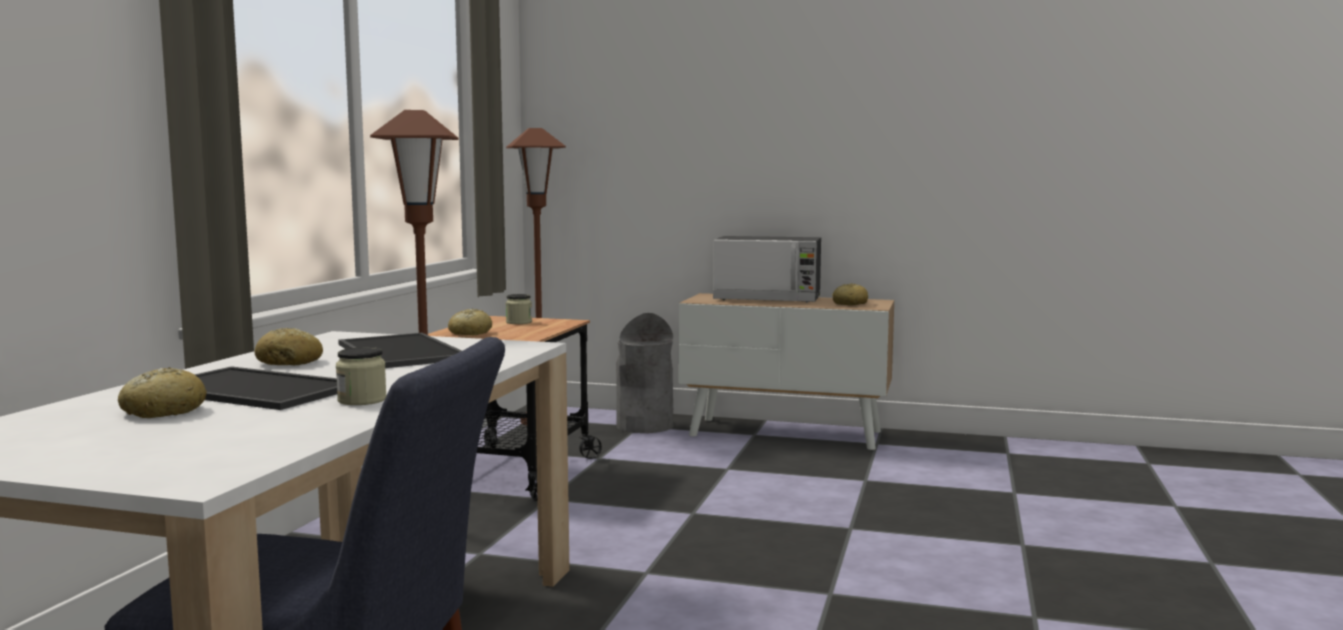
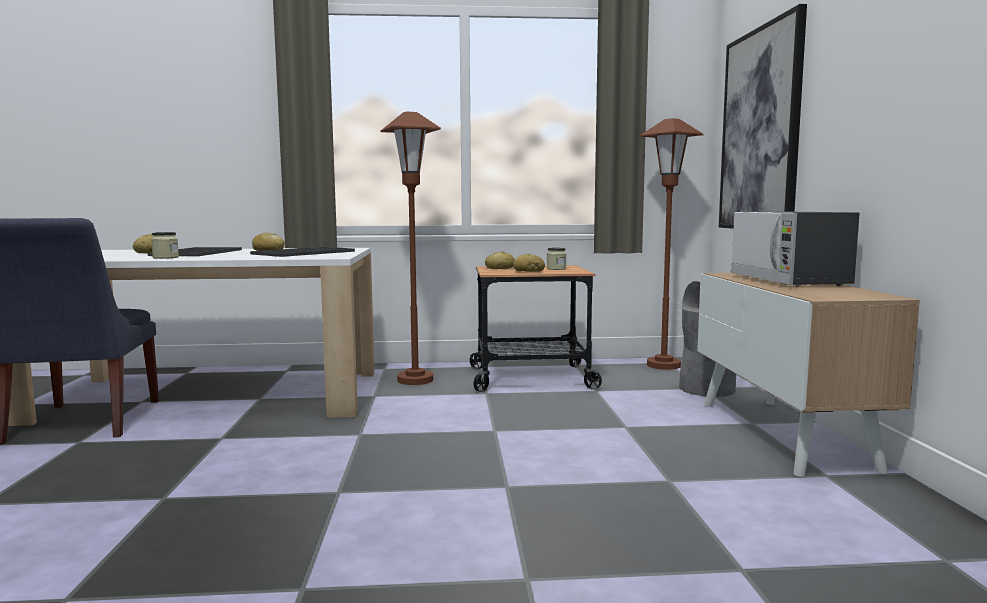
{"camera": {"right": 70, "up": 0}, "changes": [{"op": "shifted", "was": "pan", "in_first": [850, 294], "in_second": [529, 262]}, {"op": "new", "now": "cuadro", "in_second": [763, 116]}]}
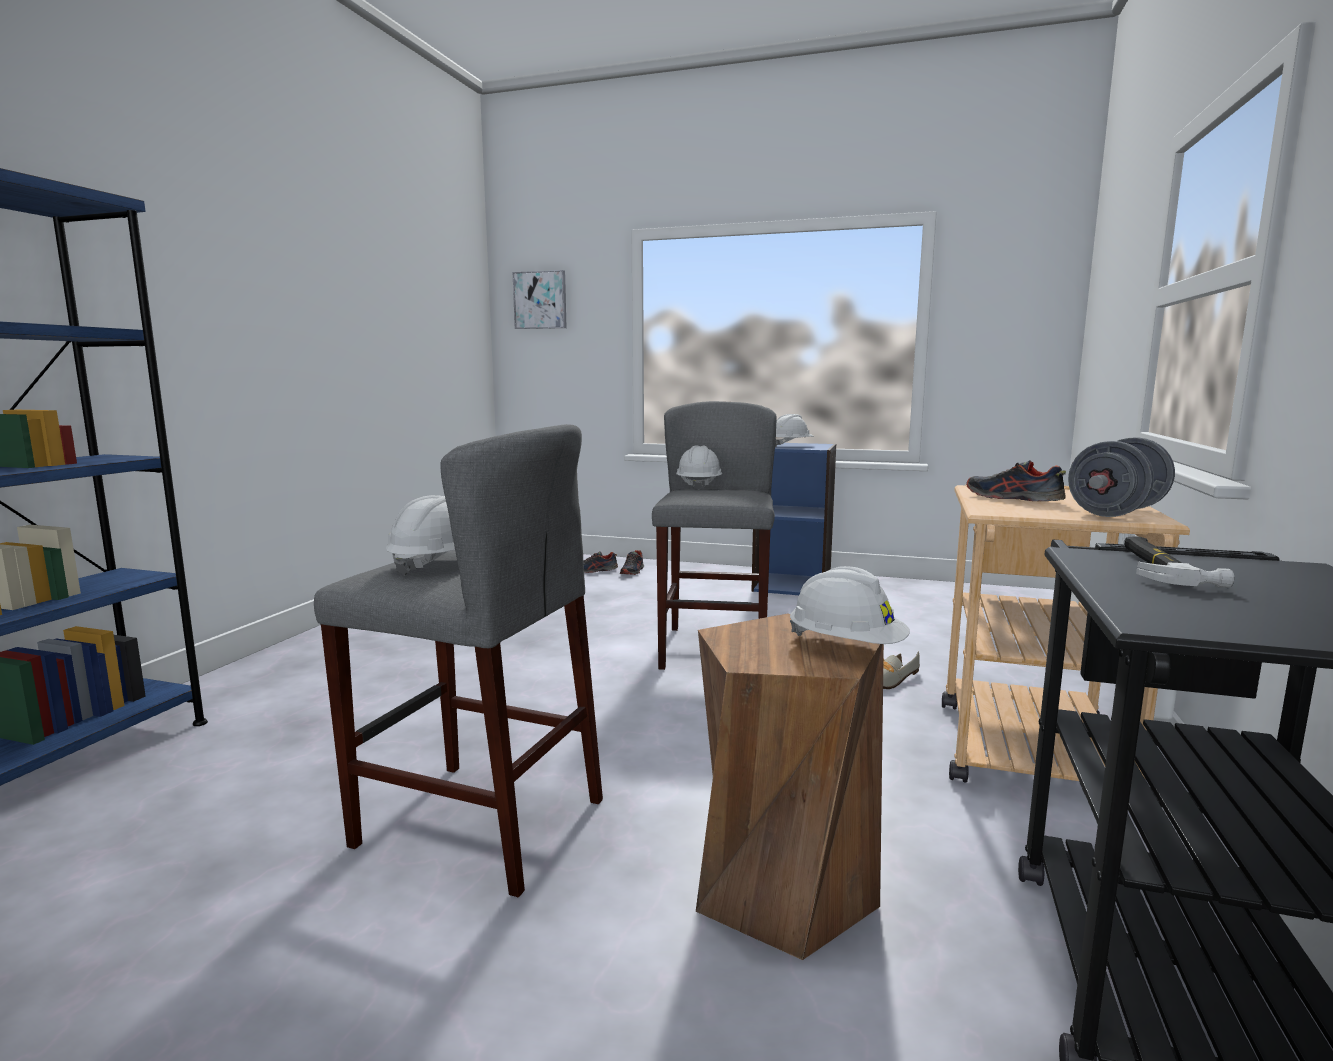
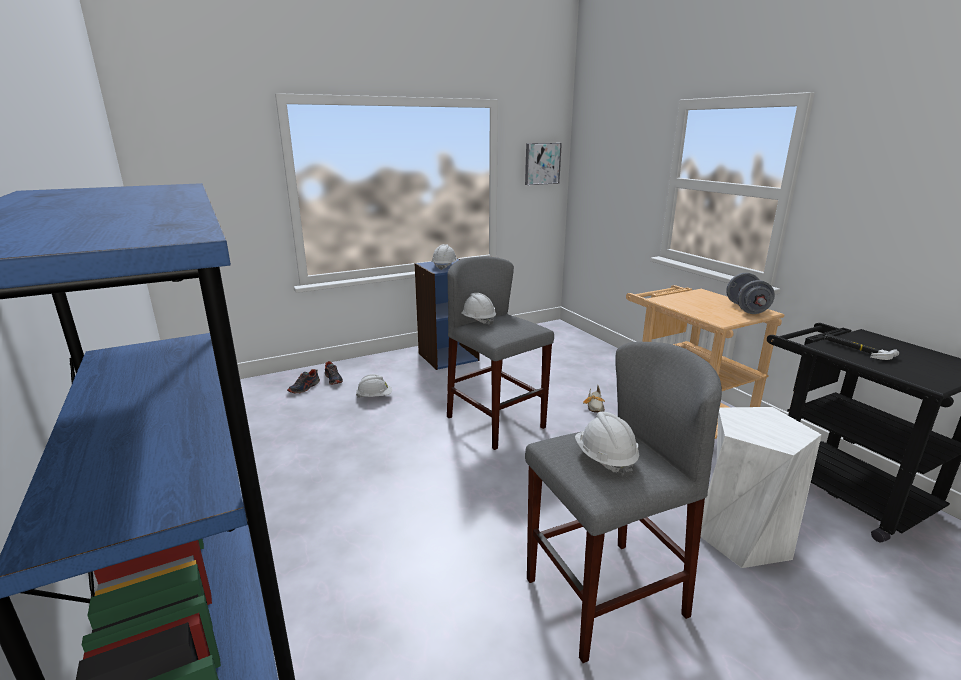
{"camera": {"right": -45, "up": 10}, "changes": [{"op": "shifted", "was": "cuadro", "in_first": [540, 299], "in_second": [543, 164]}, {"op": "gone", "was": "zapato", "in_first": [1016, 480]}, {"op": "shifted", "was": "casco [blanco]", "in_first": [850, 605], "in_second": [374, 386]}, {"op": "repainted", "was": "taburete [marrón]", "now": "taburete [blanco]", "in_first": [790, 787], "in_second": [761, 487]}]}
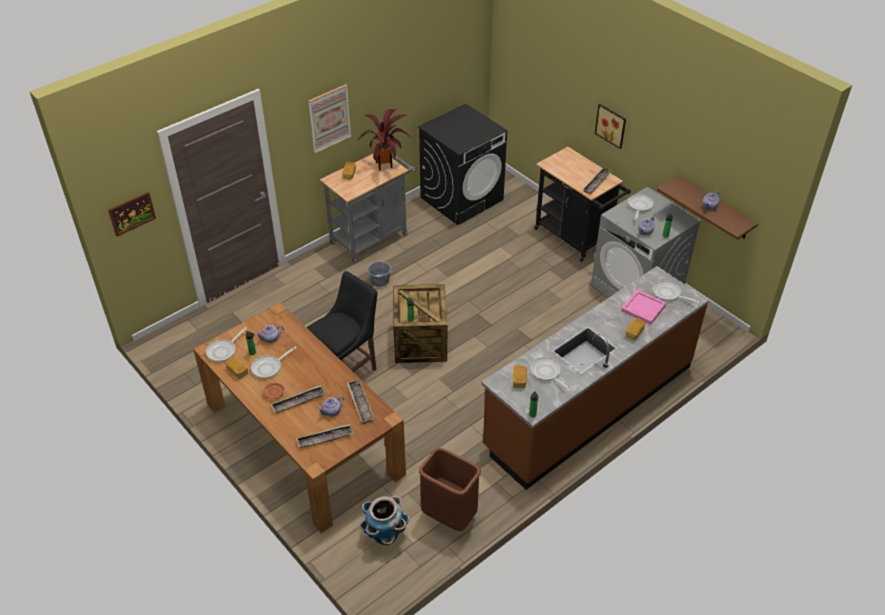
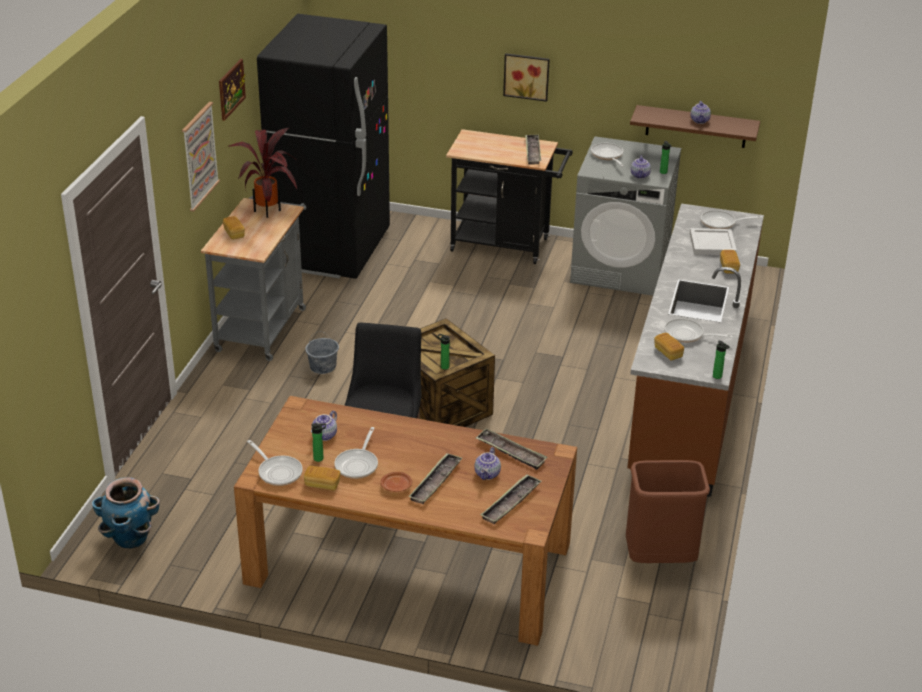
{"camera": {"right": -35, "up": -10}, "changes": [{"op": "swapped", "was": "lavadora [negro]", "now": "nevera [negro]", "in_first": [462, 164], "in_second": [323, 146]}, {"op": "shifted", "was": "cuadro", "in_first": [132, 214], "in_second": [232, 90]}, {"op": "repainted", "was": "bandeja [rosa]", "now": "bandeja [blanco]", "in_first": [643, 307], "in_second": [713, 241]}, {"op": "rotated", "was": "sartén", "in_first": [226, 344], "in_second": [275, 463], "clockwise": -45}, {"op": "shifted", "was": "maceta", "in_first": [384, 520], "in_second": [126, 512]}]}
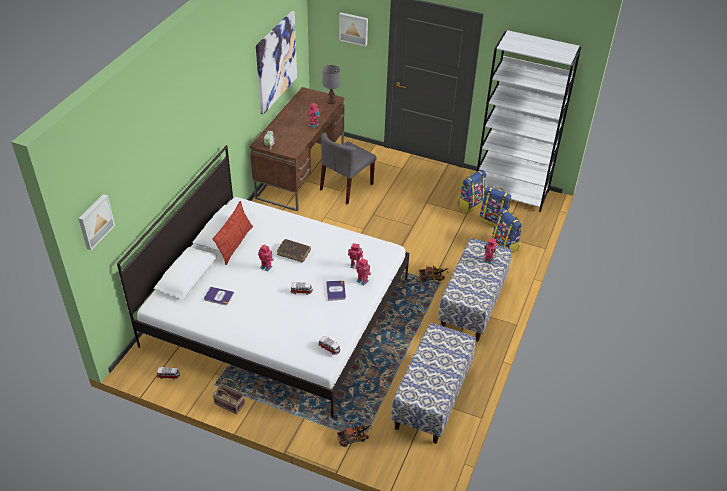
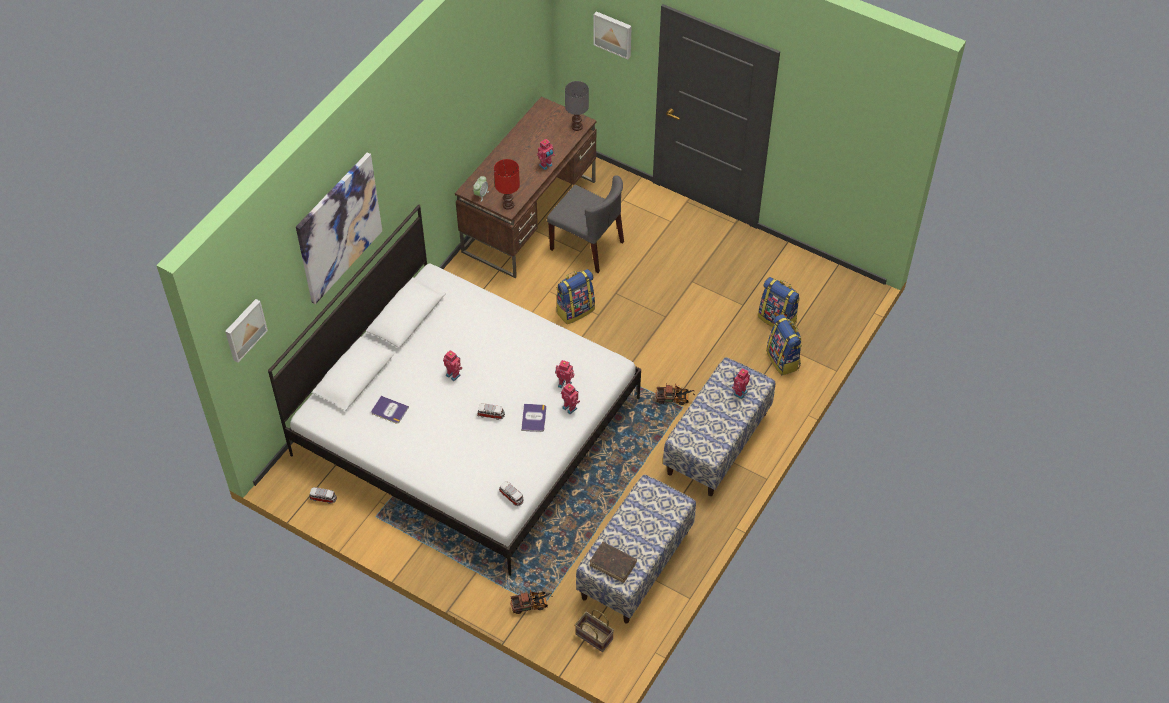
{"camera": {"right": 10, "up": 10}, "changes": [{"op": "shifted", "was": "cuadro", "in_first": [276, 63], "in_second": [339, 228]}, {"op": "gone", "was": "estantería [blanco]", "in_first": [529, 121]}, {"op": "rotated", "was": "silla [gris]", "in_first": [348, 168], "in_second": [585, 224], "clockwise": -105}, {"op": "shifted", "was": "mochila", "in_first": [472, 191], "in_second": [575, 296]}, {"op": "gone", "was": "cojín", "in_first": [233, 233]}, {"op": "shifted", "was": "libro [marrón]", "in_first": [294, 250], "in_second": [613, 562]}, {"op": "shifted", "was": "cesta", "in_first": [228, 396], "in_second": [594, 630]}, {"op": "new", "now": "lámpara de mesa [rojo]", "in_second": [507, 184]}]}
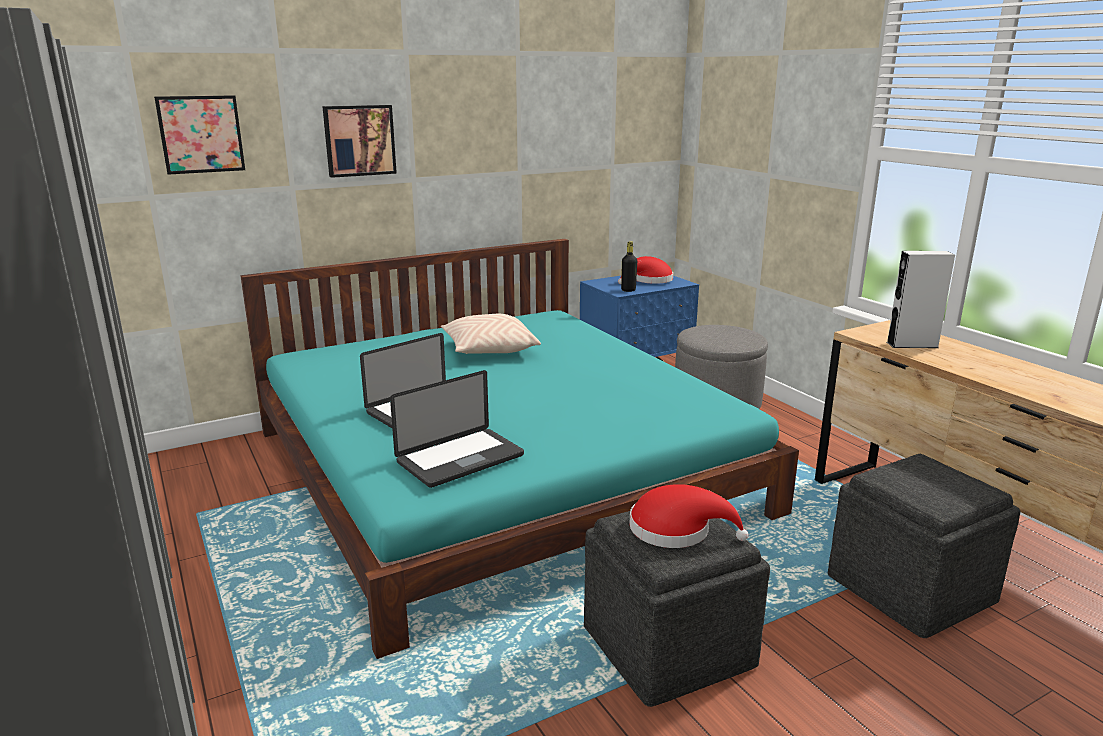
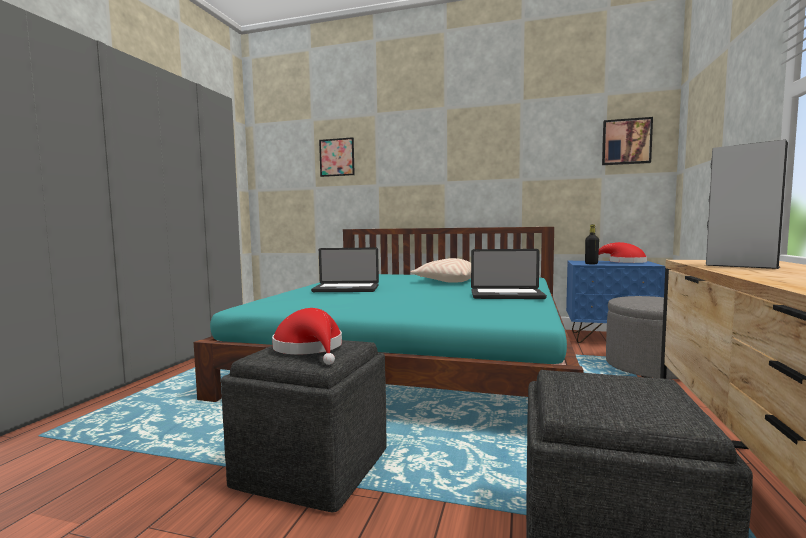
{"camera": {"right": 45, "up": -15}, "changes": [{"op": "shifted", "was": "cuadro", "in_first": [359, 141], "in_second": [627, 141]}, {"op": "shifted", "was": "portátil", "in_first": [457, 429], "in_second": [509, 274]}]}
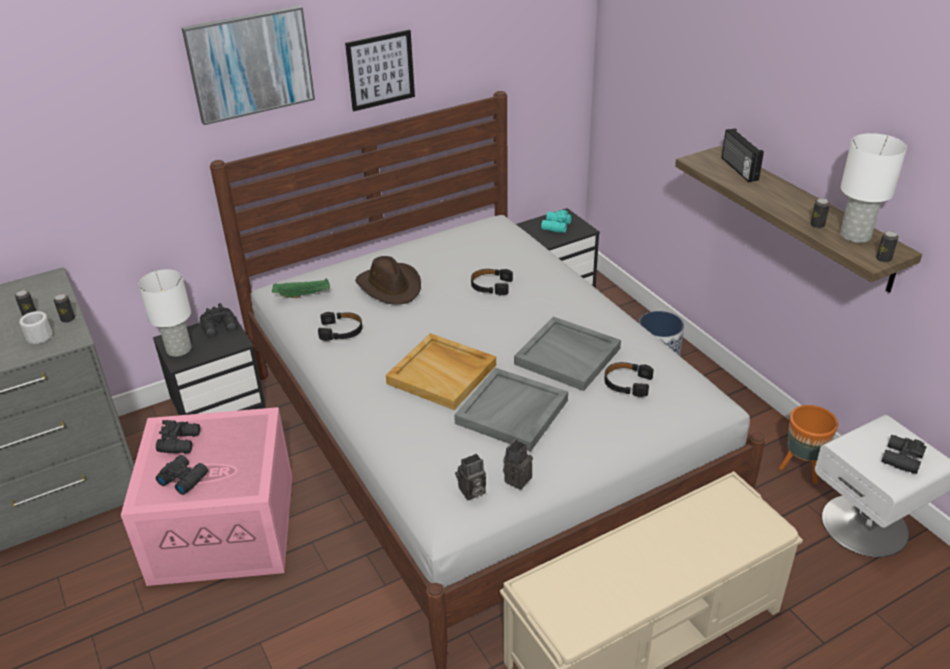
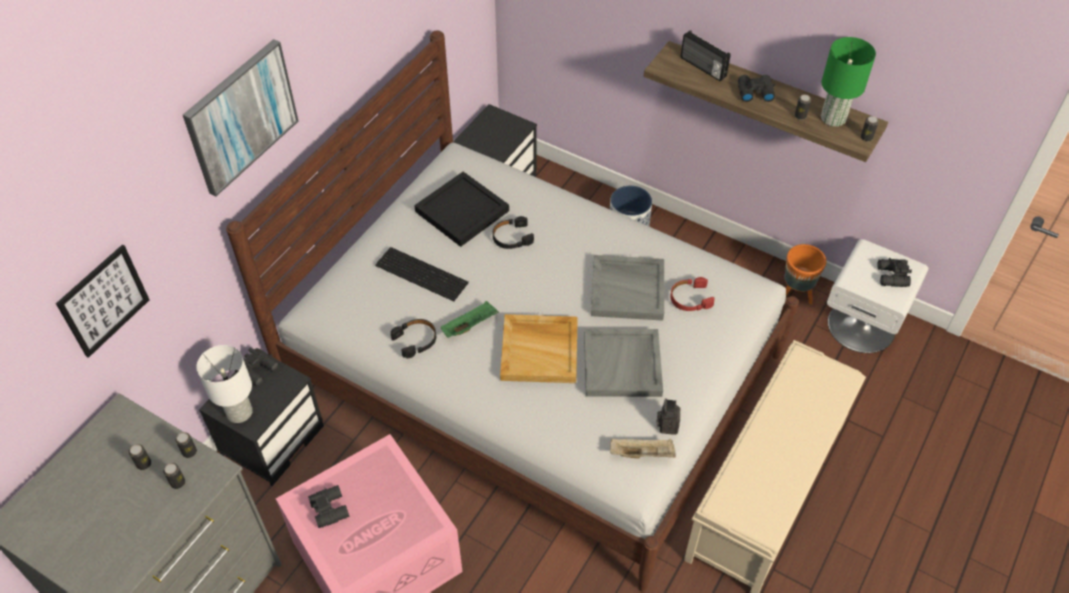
{"camera": {"right": -30, "up": 15}, "changes": [{"op": "shifted", "was": "cuadro", "in_first": [380, 70], "in_second": [102, 301]}, {"op": "repainted", "was": "lámpara de mesa [blanco]", "now": "lámpara de mesa [verde]", "in_first": [873, 188], "in_second": [848, 82]}, {"op": "gone", "was": "prismáticos [turquesa]", "in_first": [556, 221]}, {"op": "swapped", "was": "sombrero [marrón]", "now": "teclado", "in_first": [388, 280], "in_second": [422, 274]}, {"op": "shifted", "was": "bandeja [verde]", "in_first": [301, 288], "in_second": [470, 319]}, {"op": "swapped", "was": "taza grande [blanco]", "now": "lata", "in_first": [36, 327], "in_second": [174, 476]}, {"op": "repainted", "was": "auriculares [negro]", "now": "auriculares [rojo]", "in_first": [629, 379], "in_second": [692, 294]}, {"op": "swapped", "was": "cámara", "now": "bandeja [beis]", "in_first": [470, 477], "in_second": [643, 448]}, {"op": "shifted", "was": "prismáticos [negro]", "in_first": [182, 475], "in_second": [756, 88]}, {"op": "new", "now": "bandeja [negro]", "in_second": [461, 209]}]}
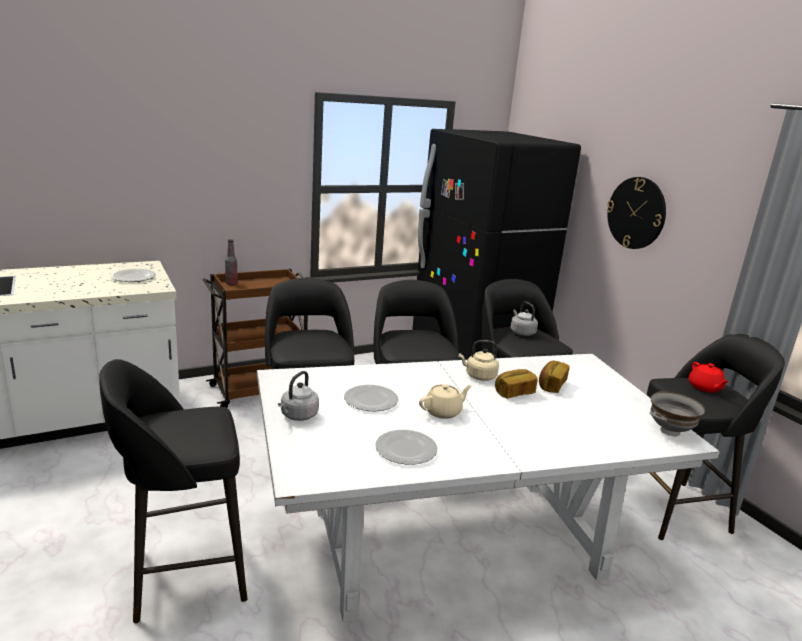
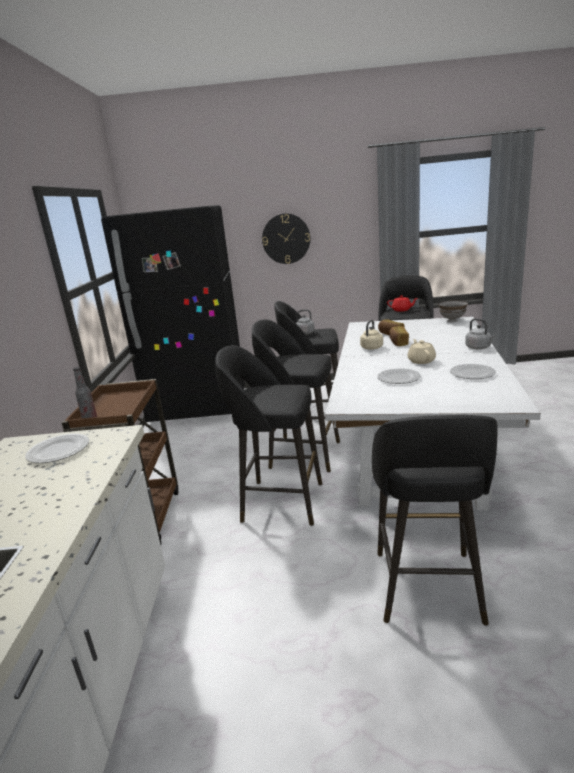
{"camera": {"right": -60, "up": 0}, "changes": [{"op": "shifted", "was": "hervidor [gris]", "in_first": [298, 396], "in_second": [480, 333]}]}
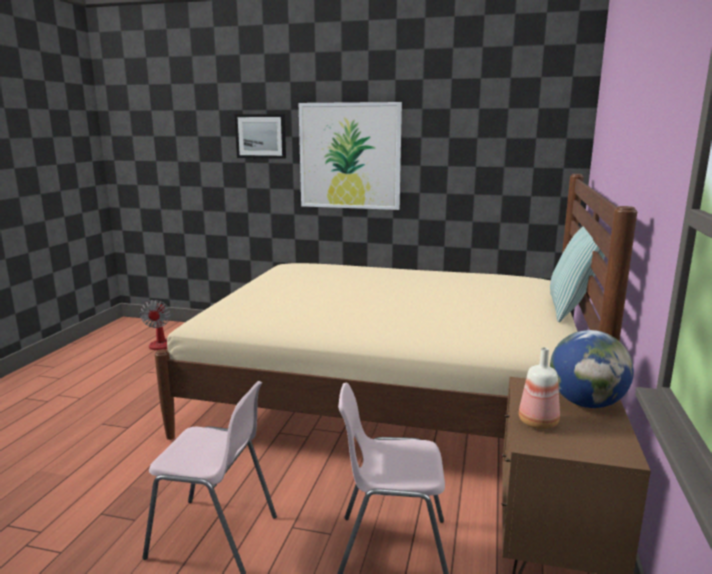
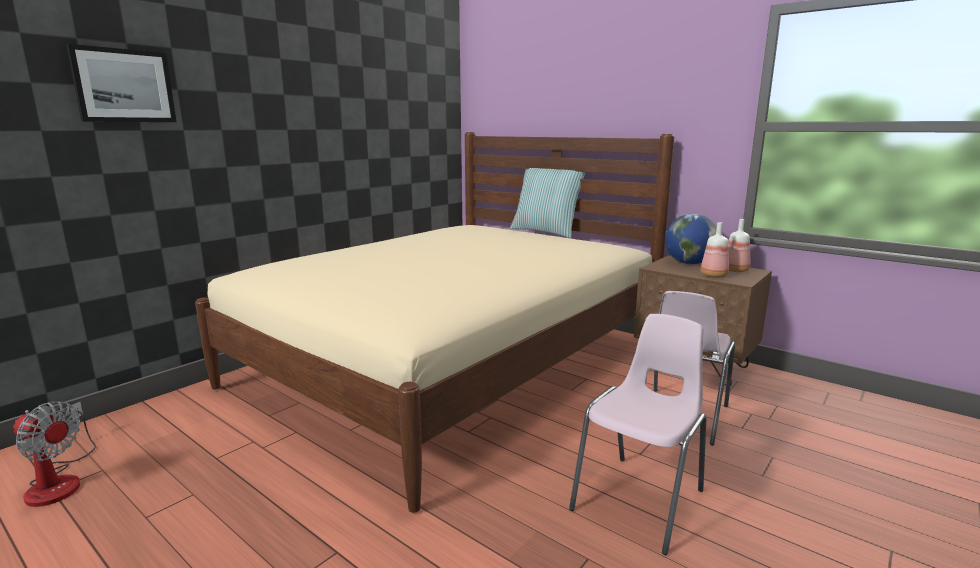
{"camera": {"right": -65, "up": 0}, "changes": [{"op": "gone", "was": "cuadro", "in_first": [350, 156]}, {"op": "new", "now": "botella", "in_second": [739, 245]}]}
